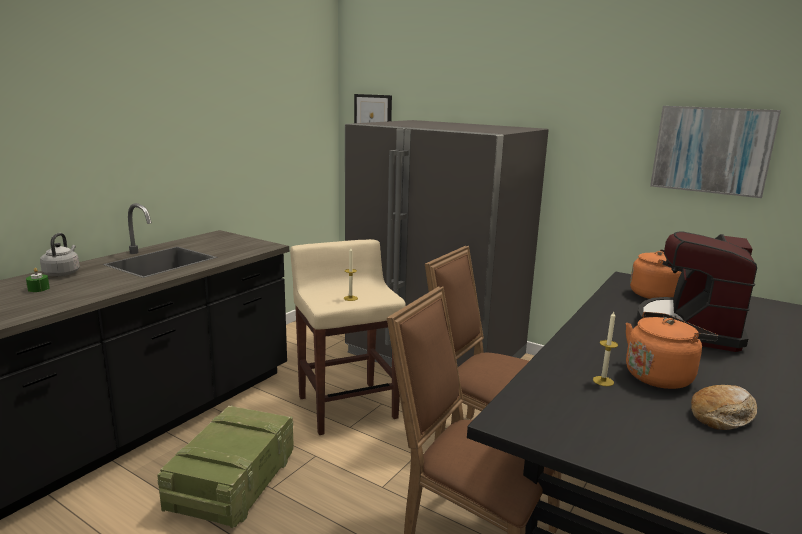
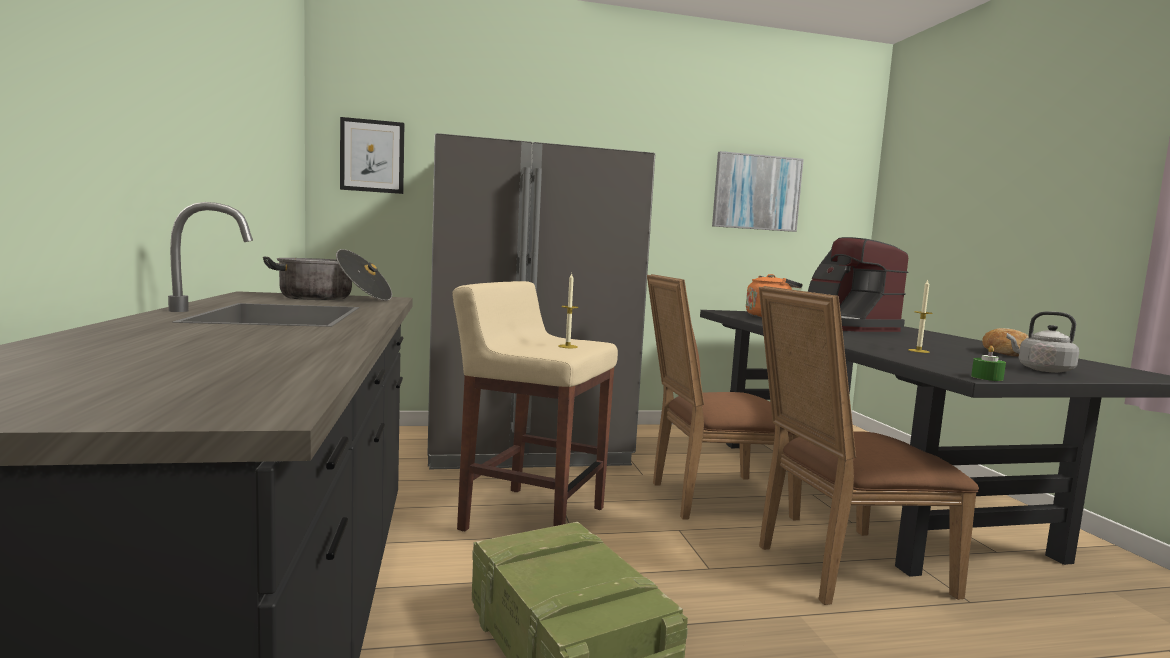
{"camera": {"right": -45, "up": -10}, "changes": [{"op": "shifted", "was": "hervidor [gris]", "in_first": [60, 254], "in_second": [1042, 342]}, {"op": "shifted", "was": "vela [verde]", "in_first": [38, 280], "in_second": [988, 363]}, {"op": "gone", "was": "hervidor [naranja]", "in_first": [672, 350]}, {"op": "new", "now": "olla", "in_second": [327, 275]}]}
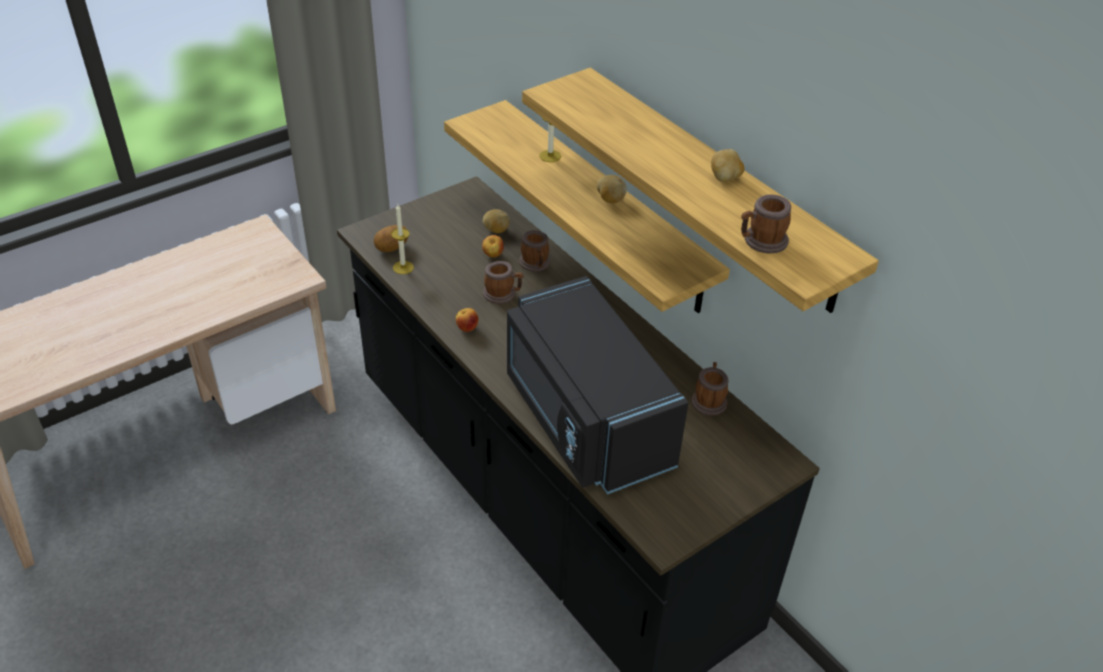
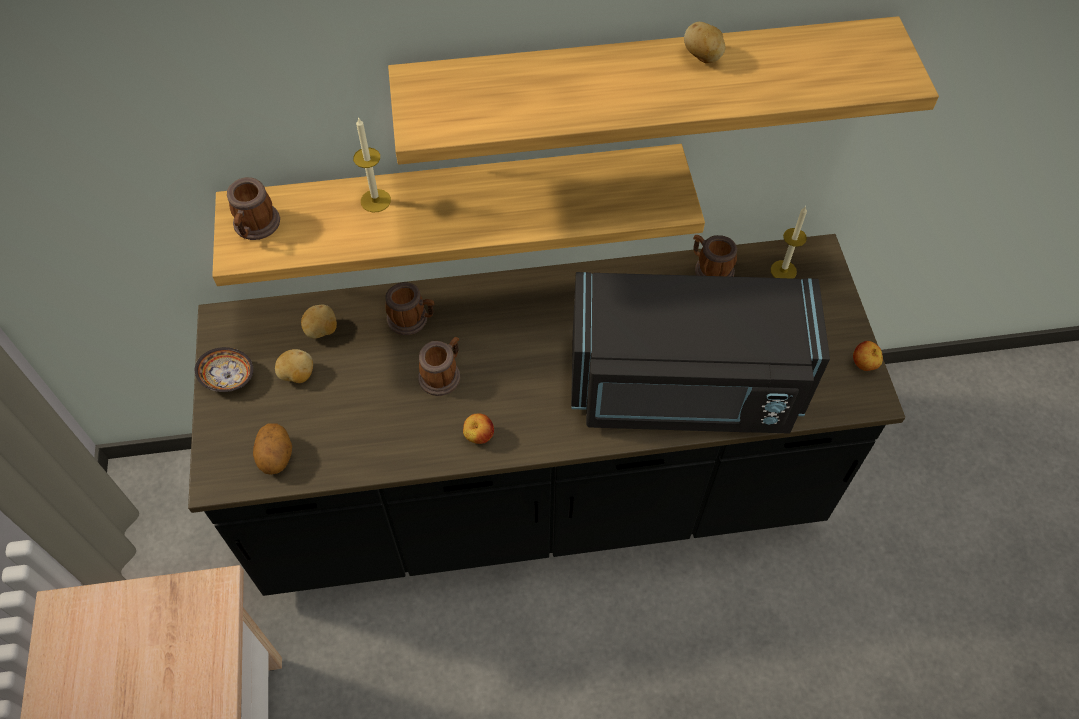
{"camera": {"right": -60, "up": 15}, "changes": [{"op": "shifted", "was": "patata", "in_first": [612, 189], "in_second": [294, 366]}, {"op": "shifted", "was": "taza grande", "in_first": [766, 224], "in_second": [253, 208]}, {"op": "shifted", "was": "vela", "in_first": [402, 239], "in_second": [789, 242]}, {"op": "shifted", "was": "manzana", "in_first": [493, 246], "in_second": [868, 356]}, {"op": "new", "now": "cuenco", "in_second": [224, 369]}]}
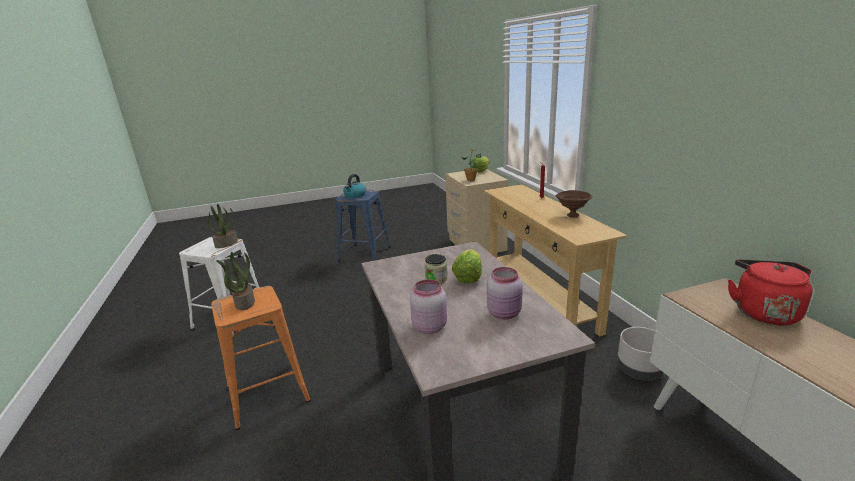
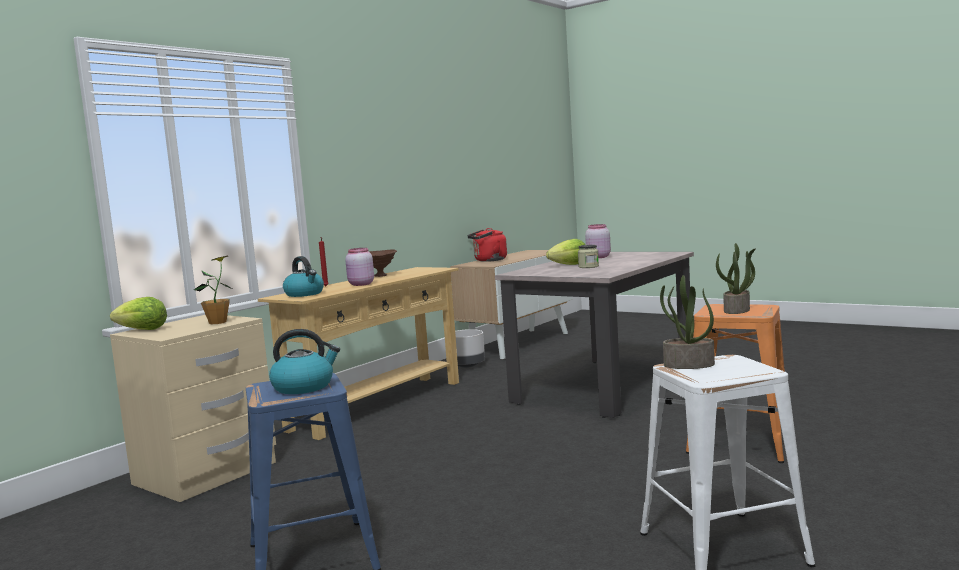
{"camera": {"right": -125, "up": -15}, "changes": [{"op": "shifted", "was": "tarro [rosa]", "in_first": [428, 306], "in_second": [359, 267]}, {"op": "new", "now": "hervidor", "in_second": [303, 276]}]}
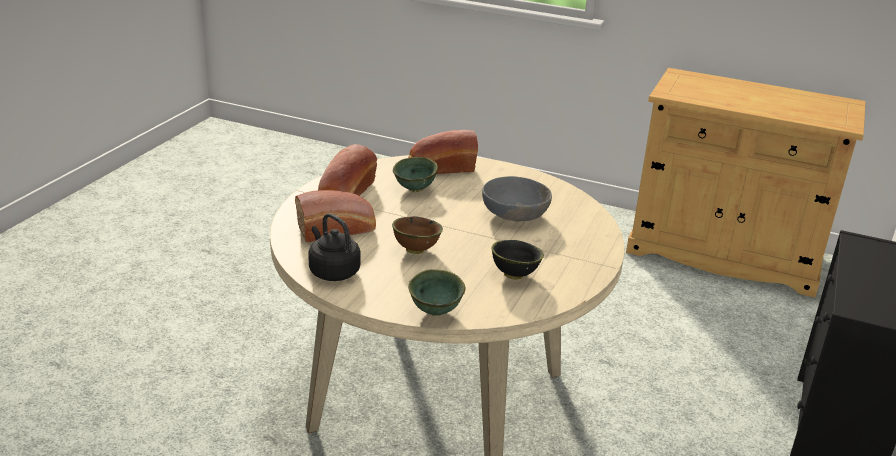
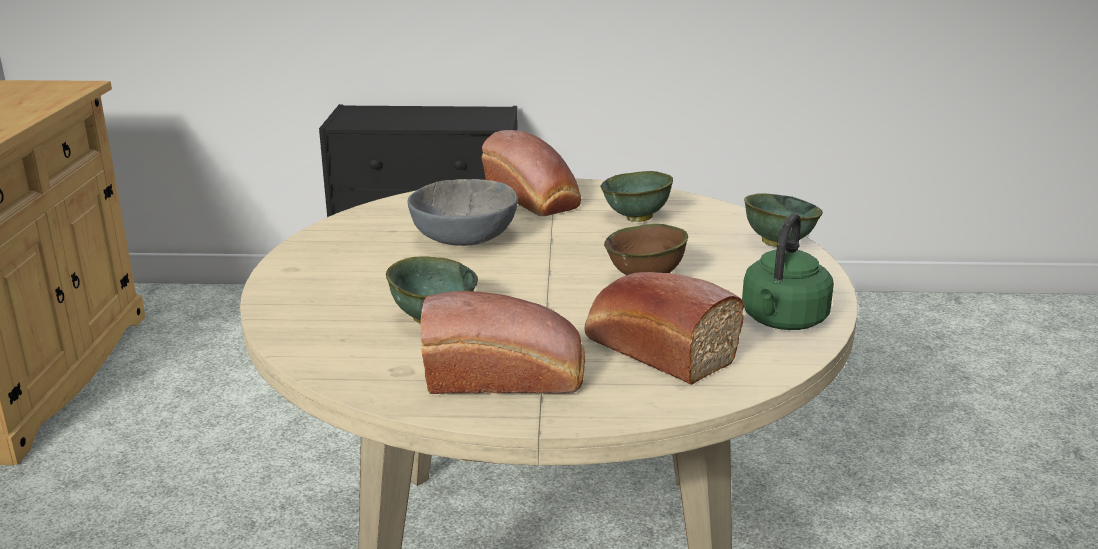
{"camera": {"right": -110, "up": -5}, "changes": [{"op": "shifted", "was": "pan", "in_first": [443, 152], "in_second": [531, 173]}, {"op": "repainted", "was": "hervidor [negro]", "now": "hervidor [verde]", "in_first": [334, 247], "in_second": [788, 271]}, {"op": "repainted", "was": "cuenco [negro]", "now": "cuenco [verde]", "in_first": [517, 260], "in_second": [636, 196]}]}
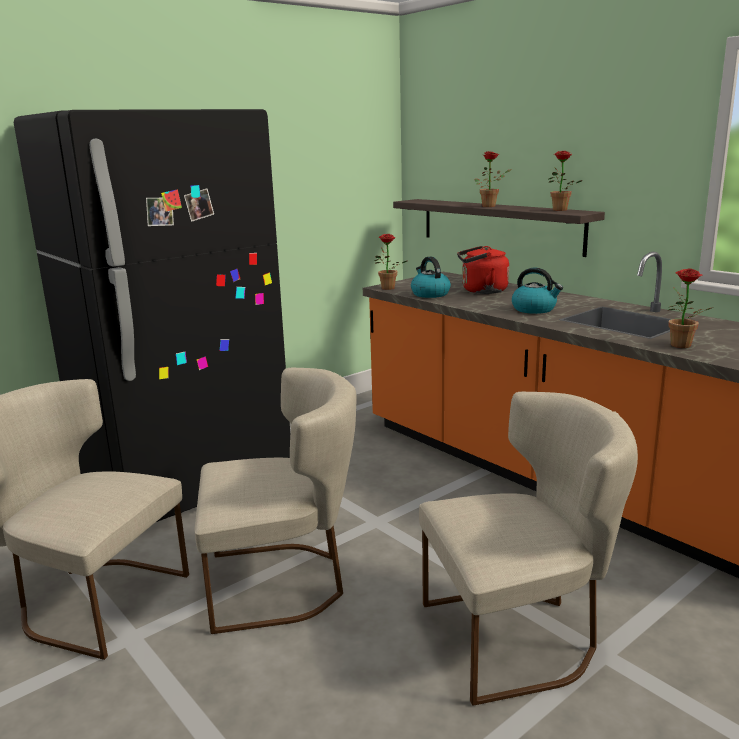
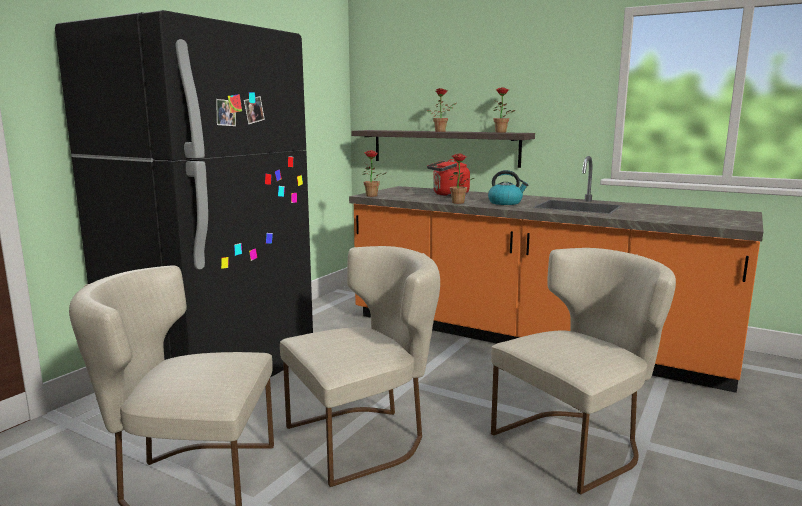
{"camera": {"right": -20, "up": -5}, "changes": [{"op": "gone", "was": "hervidor", "in_first": [431, 277]}, {"op": "shifted", "was": "planta en maceta", "in_first": [691, 308], "in_second": [461, 178]}]}
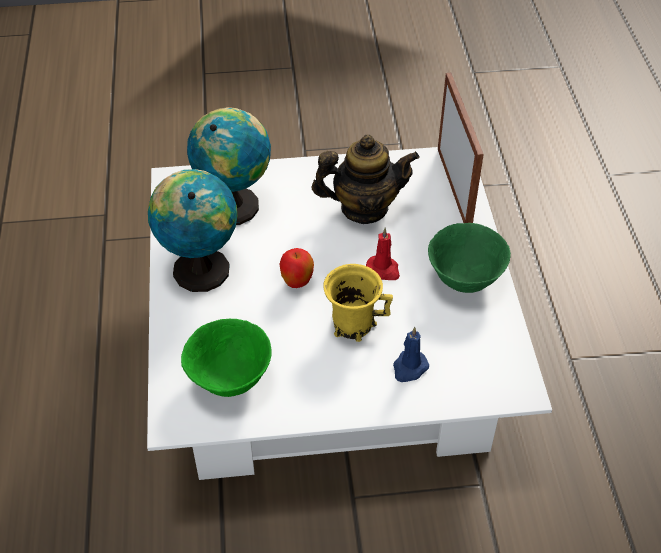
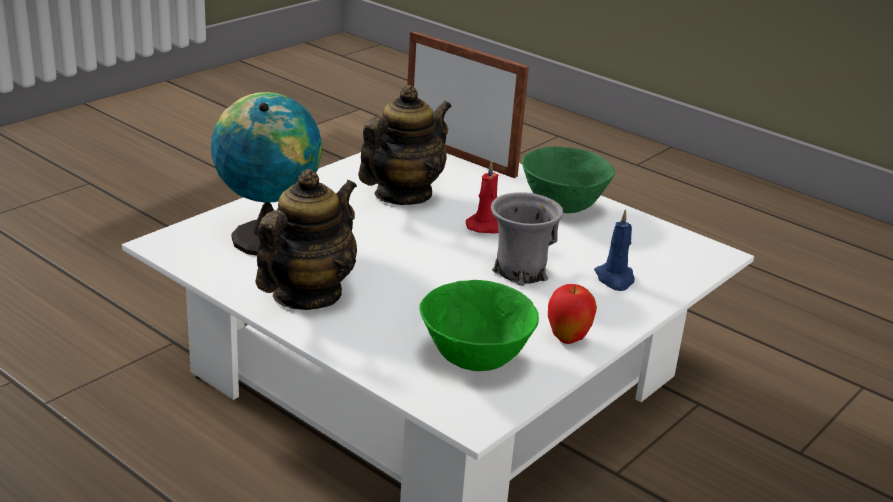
{"camera": {"right": -45, "up": -20}, "changes": [{"op": "swapped", "was": "globo terráqueo", "now": "tetera", "in_first": [192, 230], "in_second": [306, 239]}, {"op": "shifted", "was": "manzana", "in_first": [297, 268], "in_second": [572, 314]}, {"op": "repainted", "was": "taza grande [amarillo]", "now": "taza grande [gris]", "in_first": [358, 303], "in_second": [527, 239]}]}
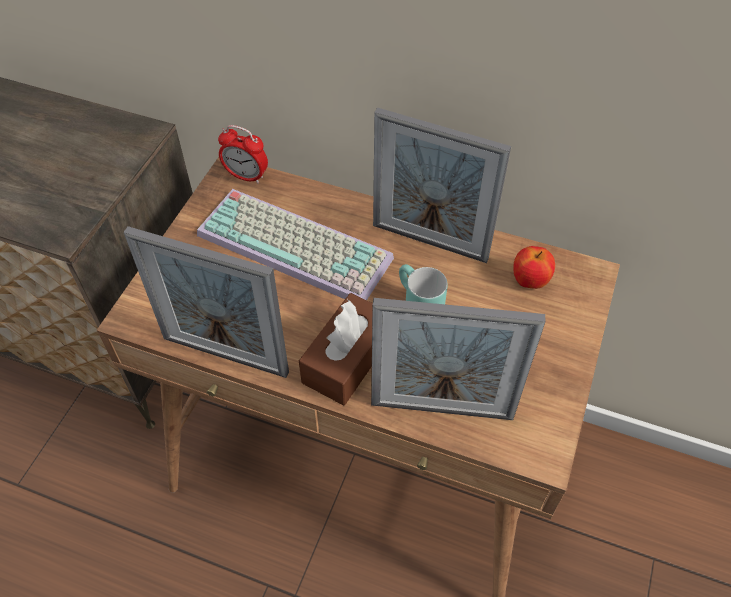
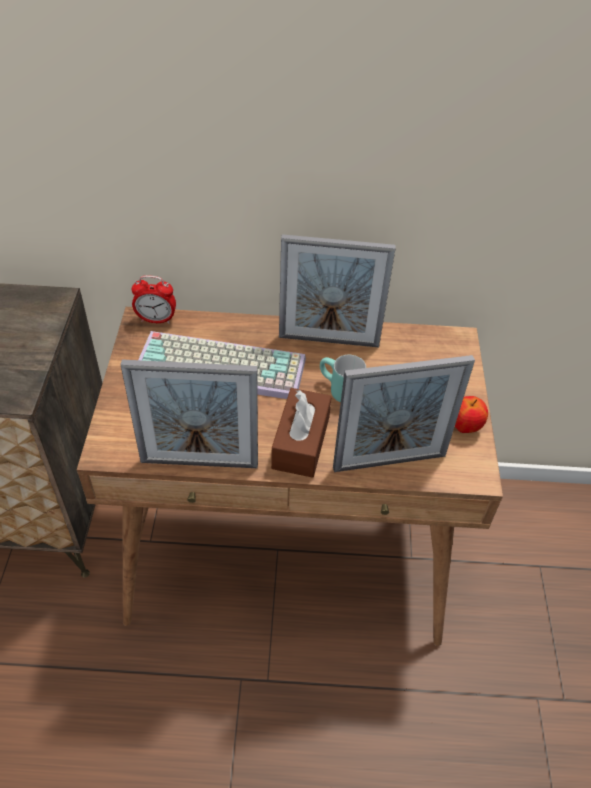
{"camera": {"right": -20, "up": -5}, "changes": [{"op": "shifted", "was": "manzana", "in_first": [534, 267], "in_second": [471, 414]}]}
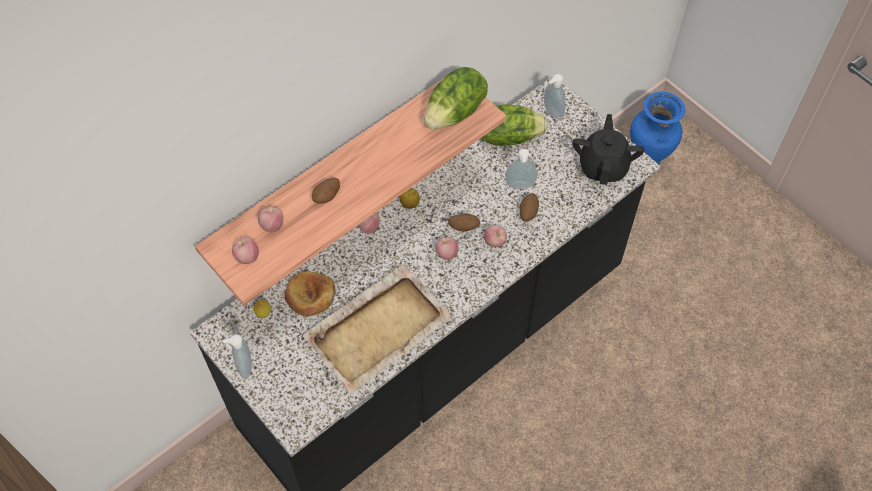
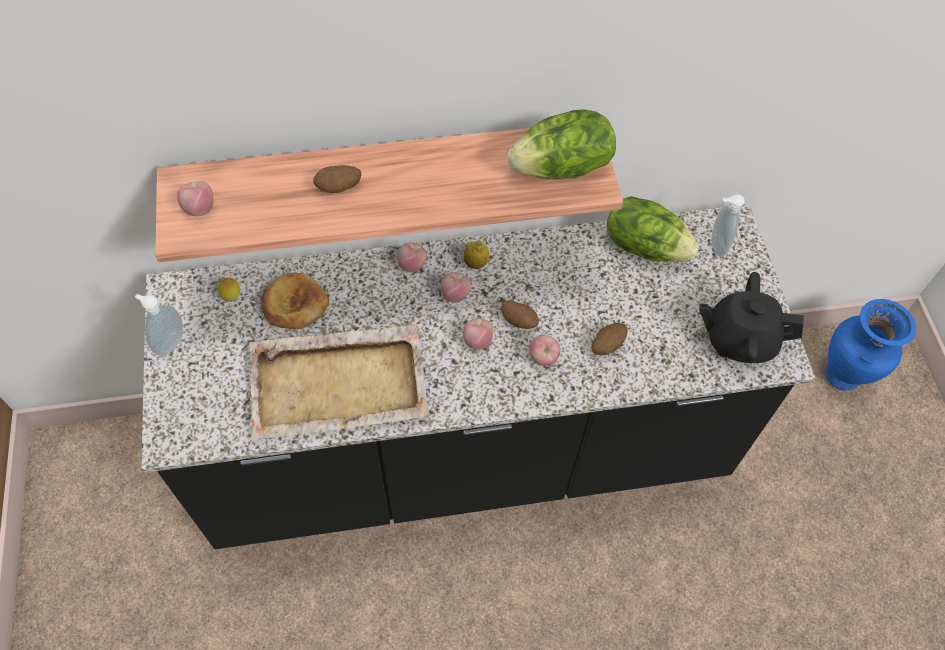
{"camera": {"right": 30, "up": 0}, "changes": [{"op": "rotated", "was": "tetera [negro]", "in_first": [608, 149], "in_second": [751, 317], "clockwise": -120}, {"op": "gone", "was": "dispensador de jabón", "in_first": [521, 169]}, {"op": "shifted", "was": "manzana", "in_first": [270, 219], "in_second": [455, 287]}]}
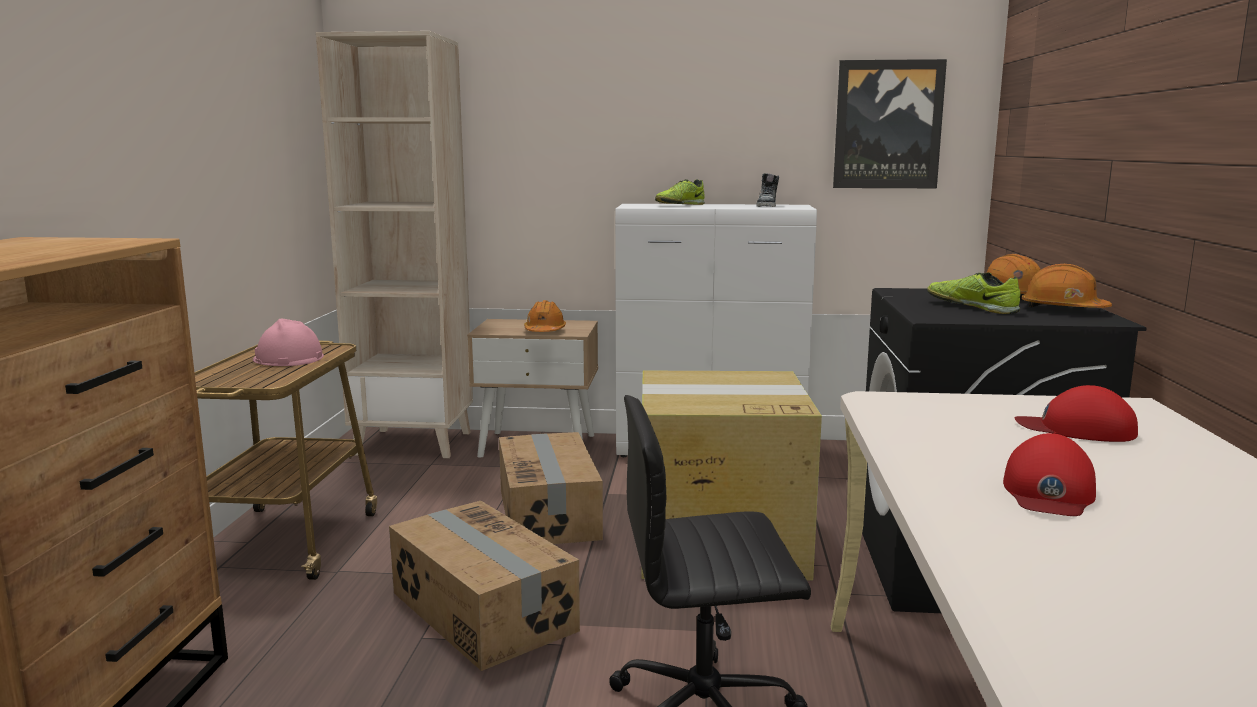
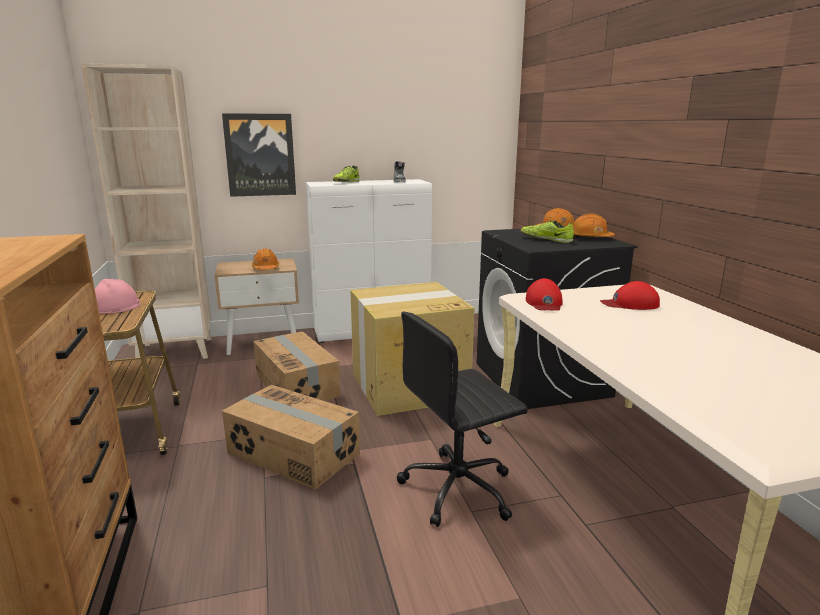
{"camera": {"right": -20, "up": 5}, "changes": [{"op": "shifted", "was": "cuadro", "in_first": [890, 123], "in_second": [259, 155]}, {"op": "shifted", "was": "gorra [rojo]", "in_first": [1049, 474], "in_second": [544, 294]}]}
